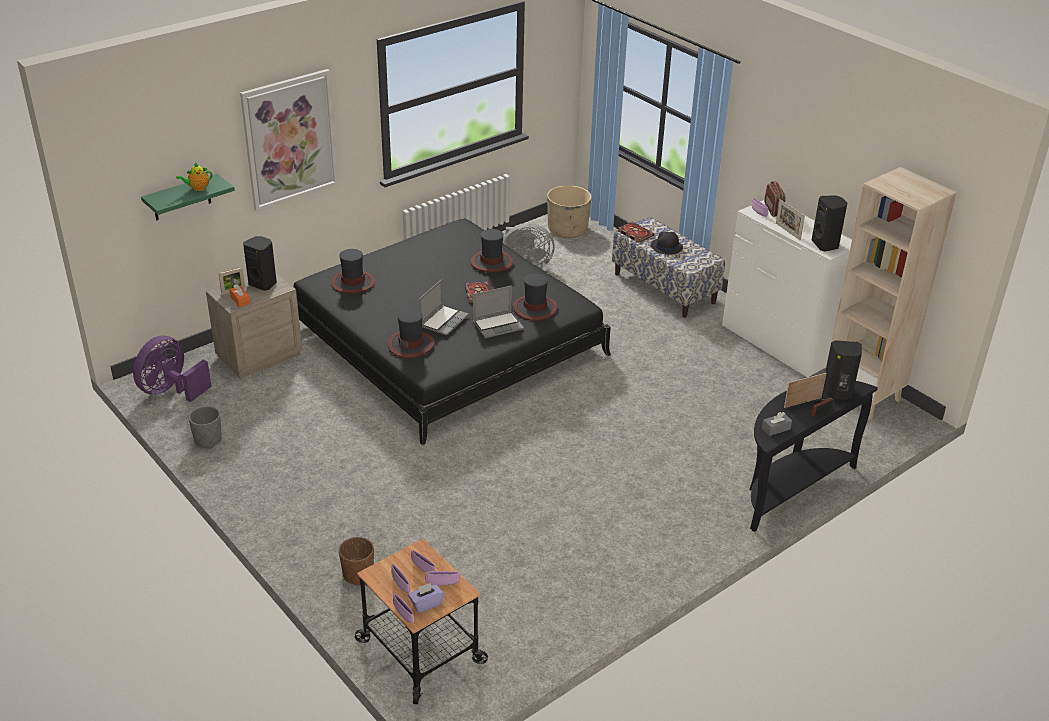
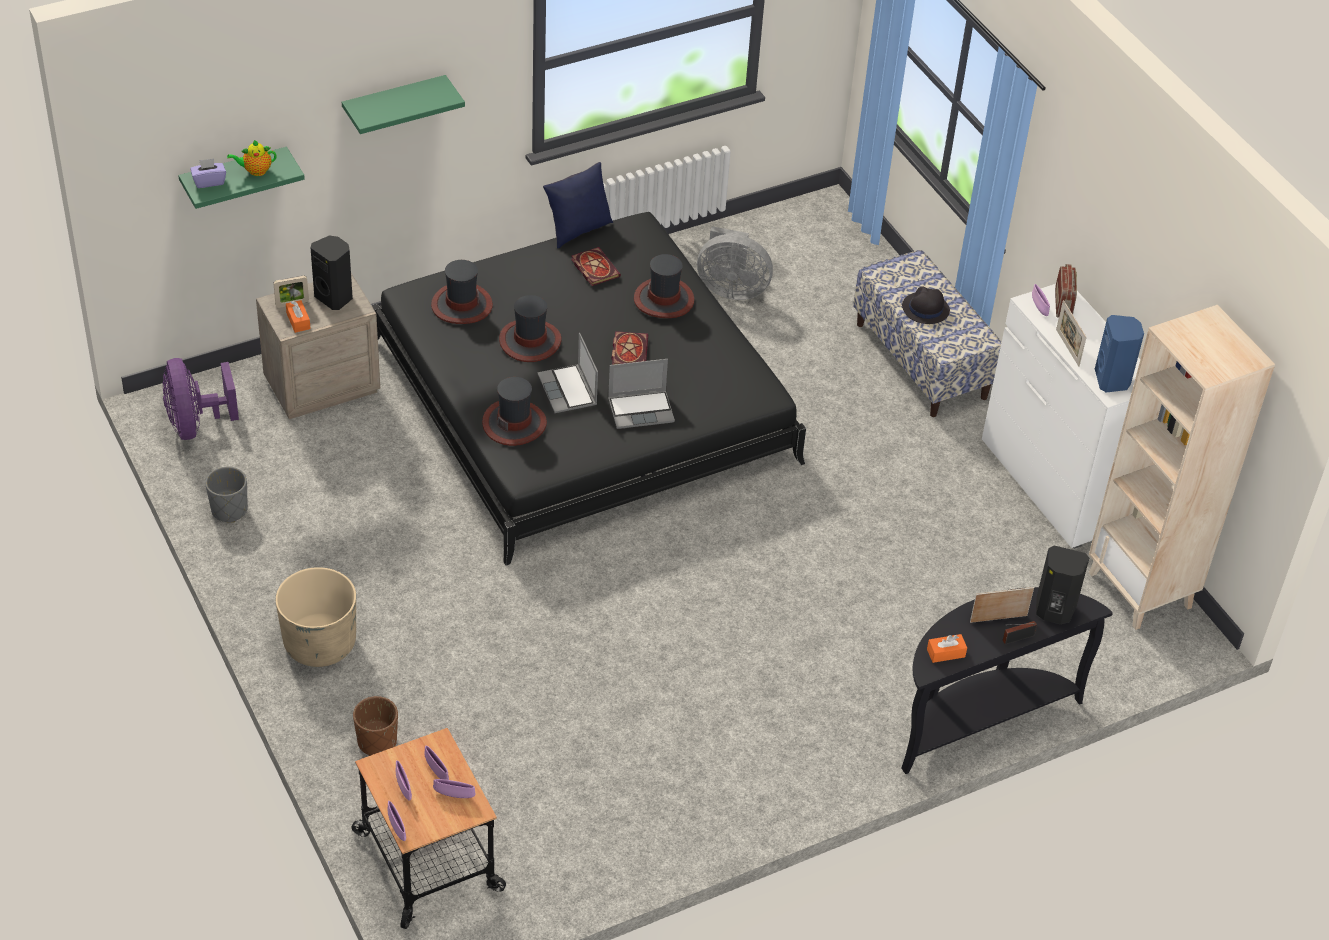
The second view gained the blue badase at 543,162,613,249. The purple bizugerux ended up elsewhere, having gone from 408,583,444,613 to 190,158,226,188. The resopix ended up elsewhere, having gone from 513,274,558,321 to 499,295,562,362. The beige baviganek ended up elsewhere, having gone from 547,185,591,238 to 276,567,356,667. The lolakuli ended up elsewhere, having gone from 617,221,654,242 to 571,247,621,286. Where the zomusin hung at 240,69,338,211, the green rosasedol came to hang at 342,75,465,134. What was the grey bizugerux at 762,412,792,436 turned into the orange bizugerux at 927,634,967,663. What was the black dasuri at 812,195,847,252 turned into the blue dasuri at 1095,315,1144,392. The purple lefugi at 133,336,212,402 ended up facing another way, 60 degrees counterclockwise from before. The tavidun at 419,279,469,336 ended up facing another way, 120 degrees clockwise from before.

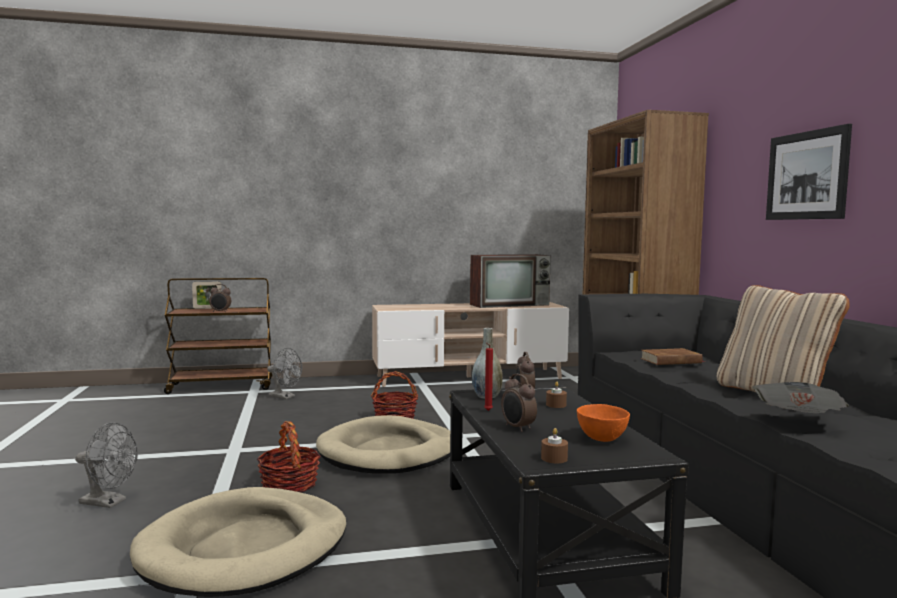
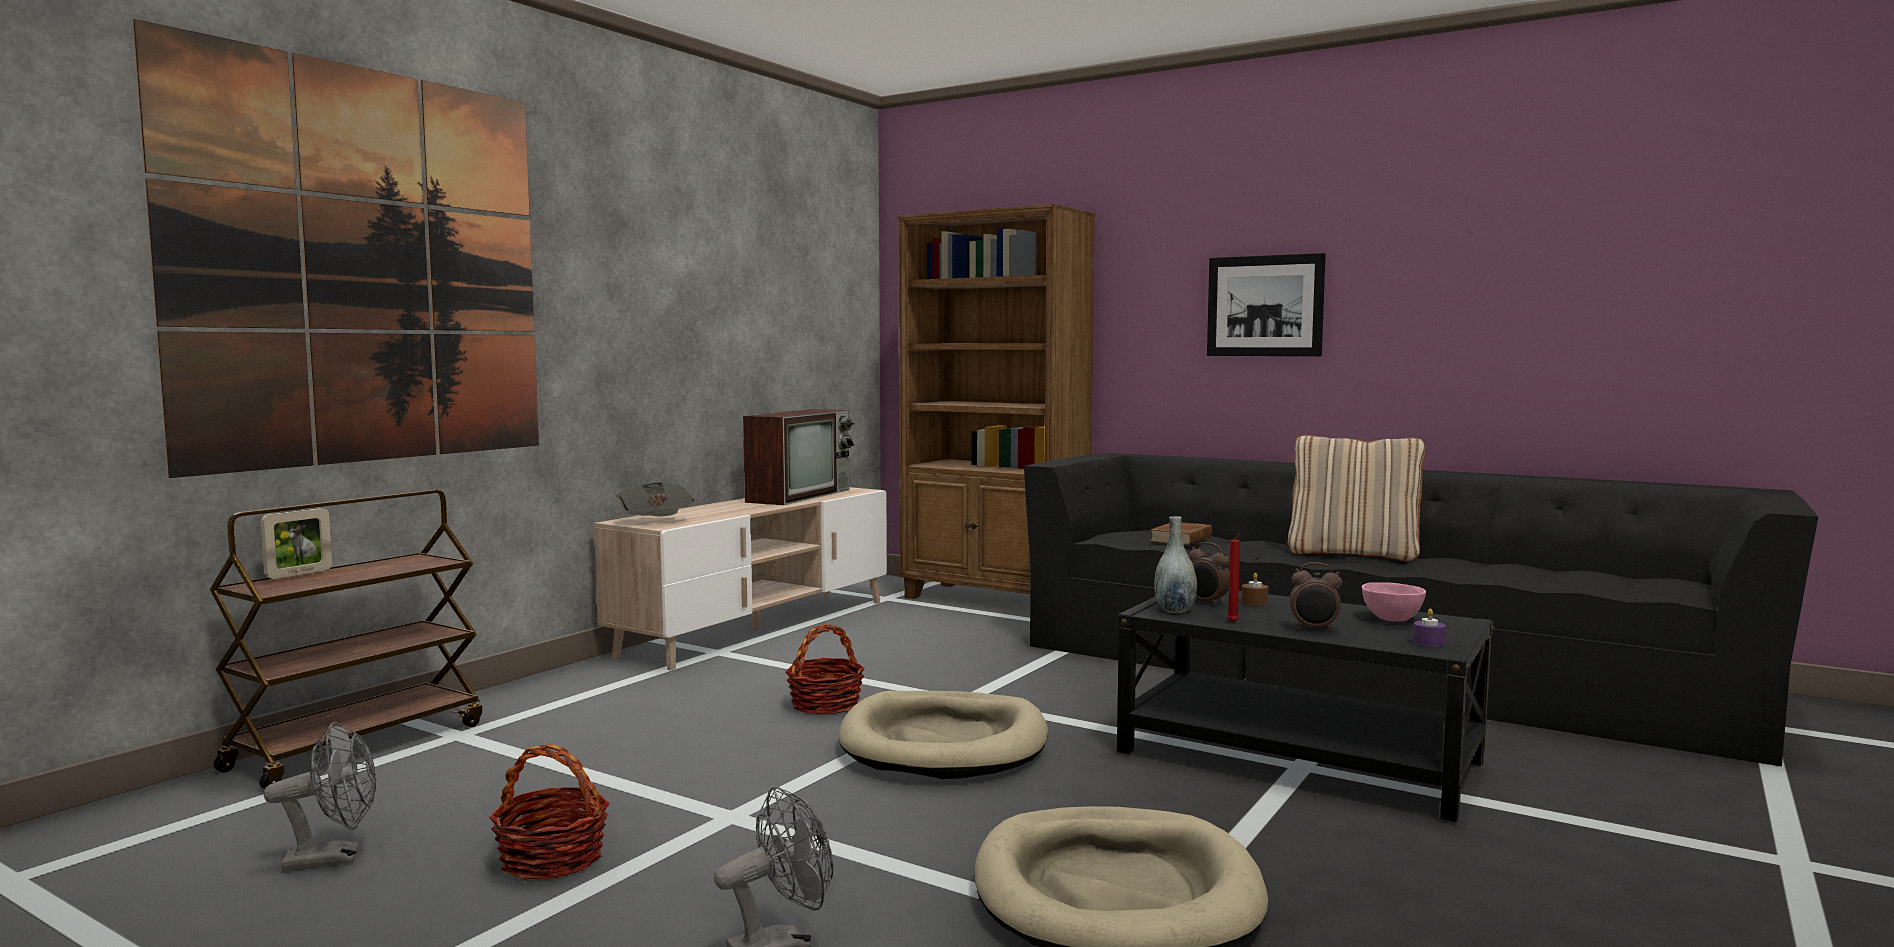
The second view lost the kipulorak at 209,284,231,312. The second view gained the zomusin at 133,19,539,478. The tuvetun ended up elsewhere, having gone from 257,421,321,492 to 489,744,610,880. The grey lefugi ended up elsewhere, having gone from 267,348,302,399 to 263,722,376,871. The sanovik ended up elsewhere, having gone from 752,382,849,413 to 616,482,694,516. What was the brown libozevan at 541,428,568,464 turned into the purple libozevan at 1413,608,1446,647. What was the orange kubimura at 577,404,630,442 turned into the pink kubimura at 1362,582,1426,622.

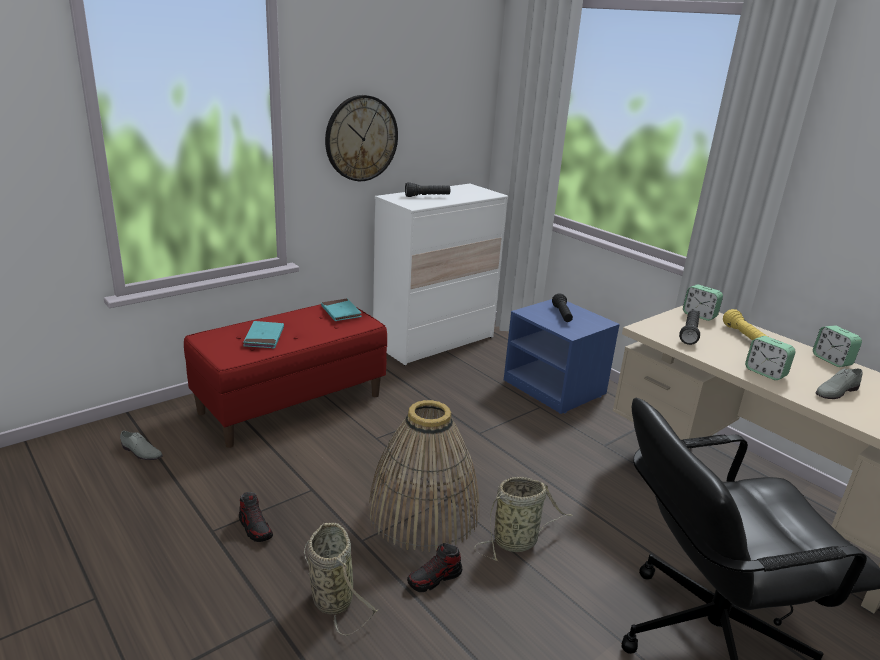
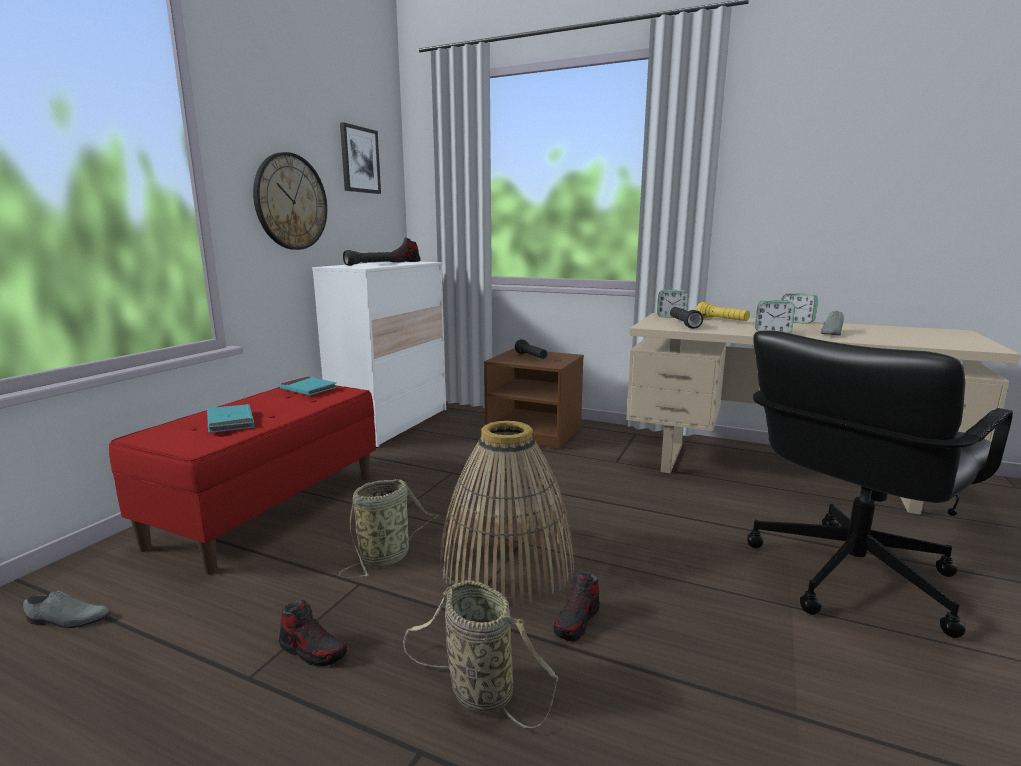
The second view gained the zomusin at 340,122,381,194. The second view gained the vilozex at 389,237,421,263. The tuvetun ended up elsewhere, having gone from 474,477,573,561 to 339,479,439,578. What was the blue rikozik at 504,299,620,414 turned into the brown rikozik at 484,349,584,449.

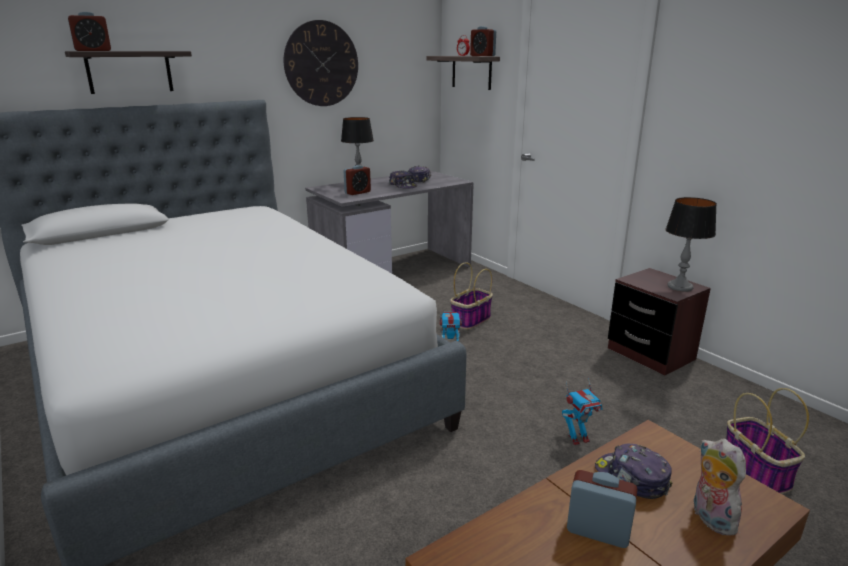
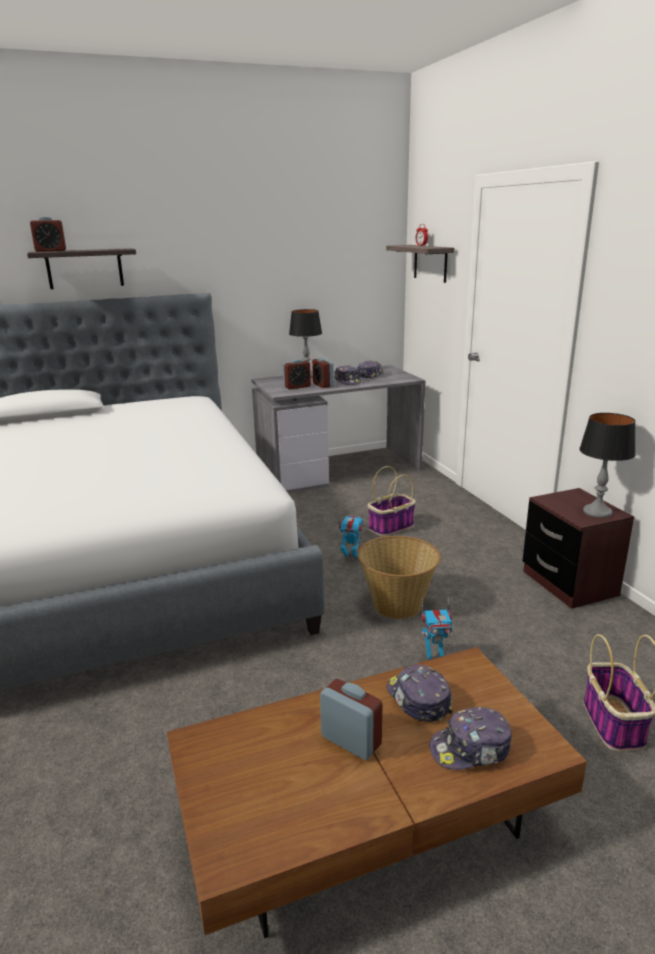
The second view lost the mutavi at 284,20,358,106. The second view gained the tuvetun at 358,536,441,619. The kipulorak ended up elsewhere, having gone from 470,26,496,56 to 312,358,334,388. Where the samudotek stood at 692,438,746,536, the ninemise came to stand at 429,707,512,770.

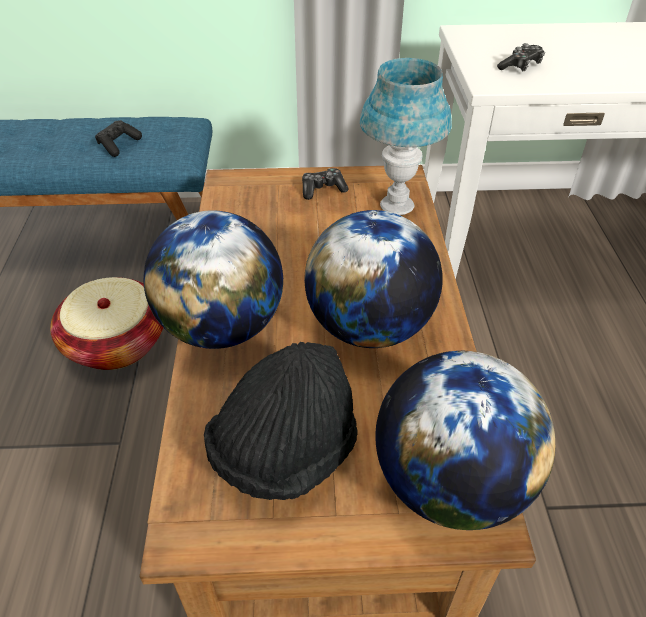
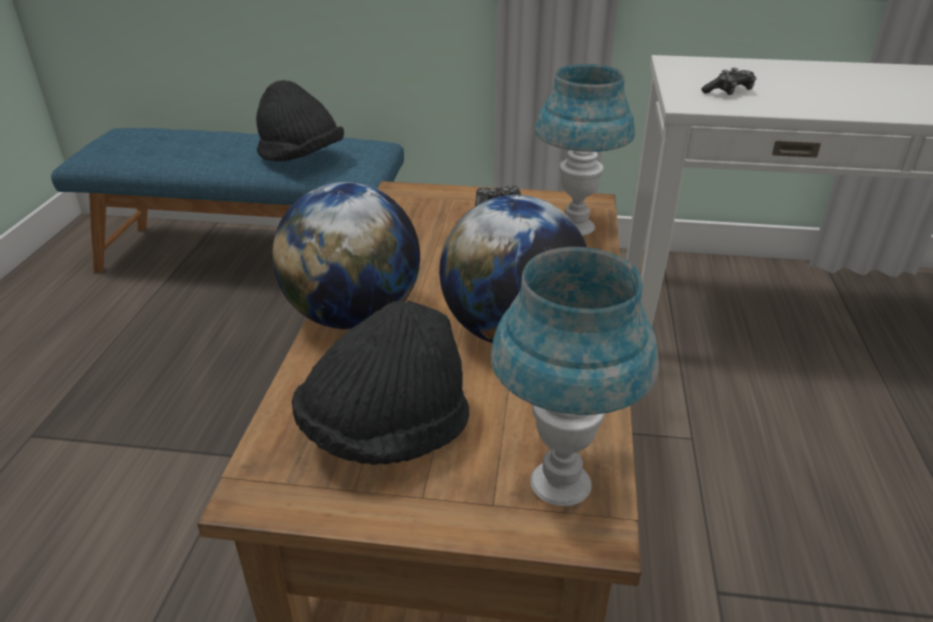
The second view lost the tuvetun at 50,277,163,370. Where the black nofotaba stood at 95,120,142,157, the black resopix came to stand at 256,80,344,161. Where the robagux stood at 375,351,555,530, the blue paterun came to stand at 490,247,659,506.

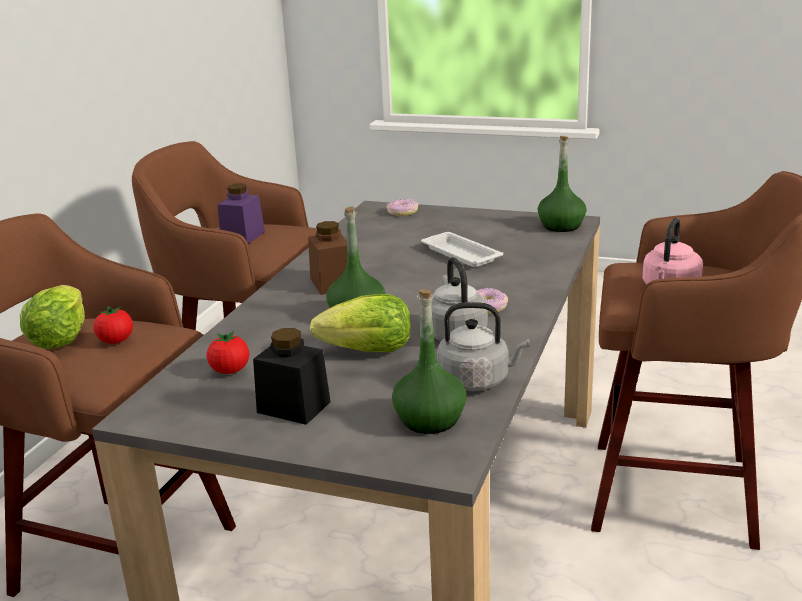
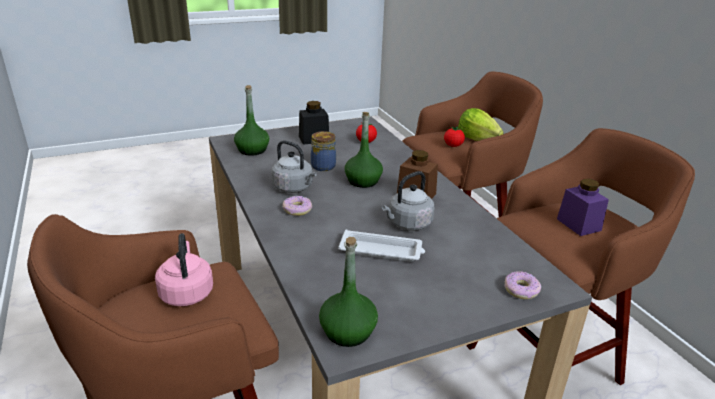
The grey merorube ended up elsewhere, having gone from 437,302,530,391 to 382,171,434,231. Where the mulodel stood at 310,294,411,352, the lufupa came to stand at 311,131,336,171.

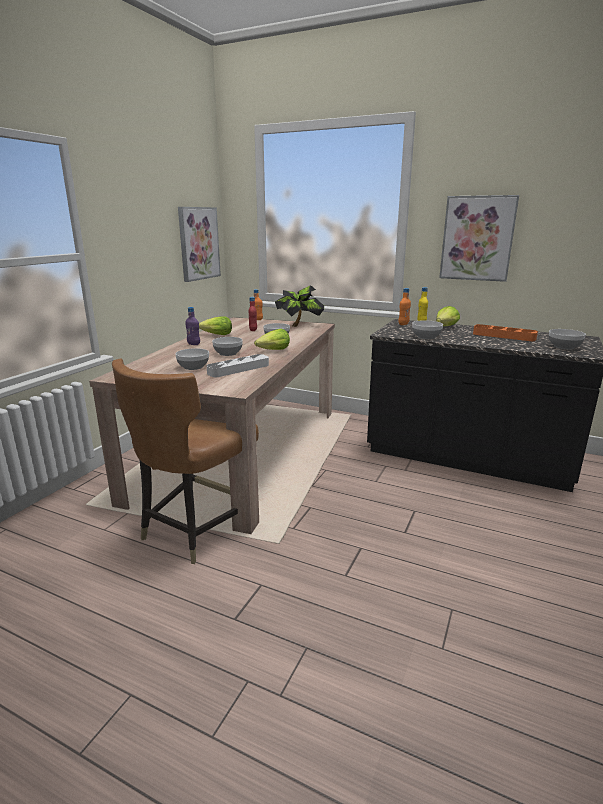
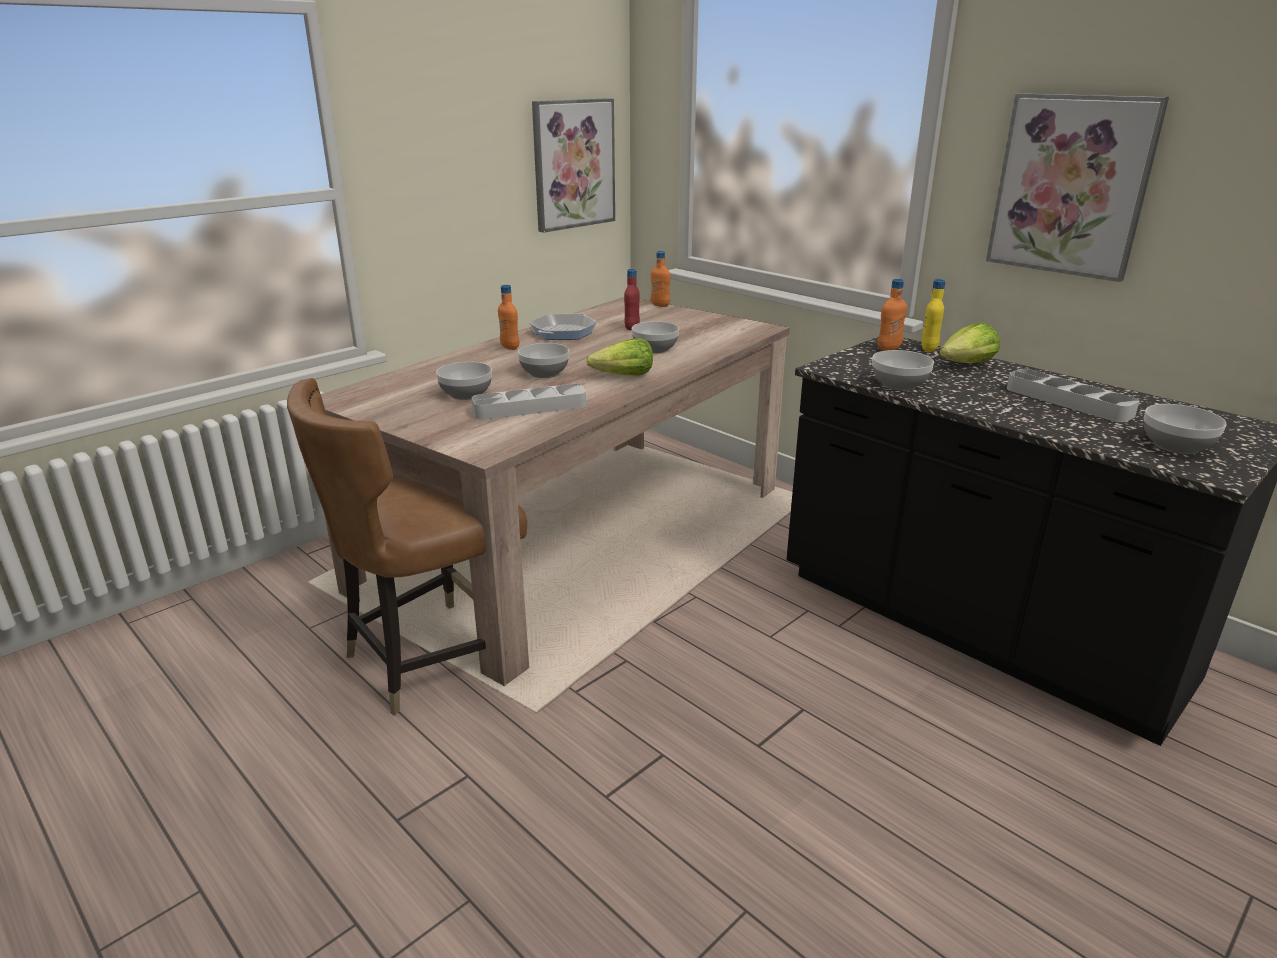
The second view lost the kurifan at 275,285,324,327. Where the mulodel stood at 199,316,232,335, the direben came to stand at 529,313,597,340. What was the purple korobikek at 185,307,200,345 turned into the orange korobikek at 498,285,519,350. What was the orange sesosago at 473,324,538,341 turned into the grey sesosago at 1007,369,1139,422.

